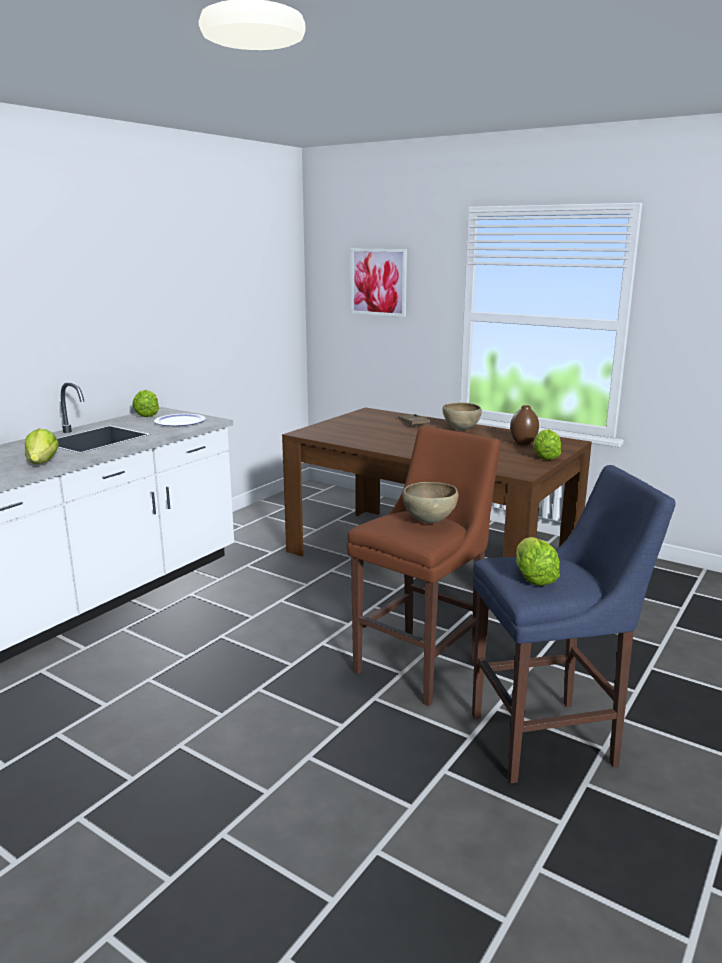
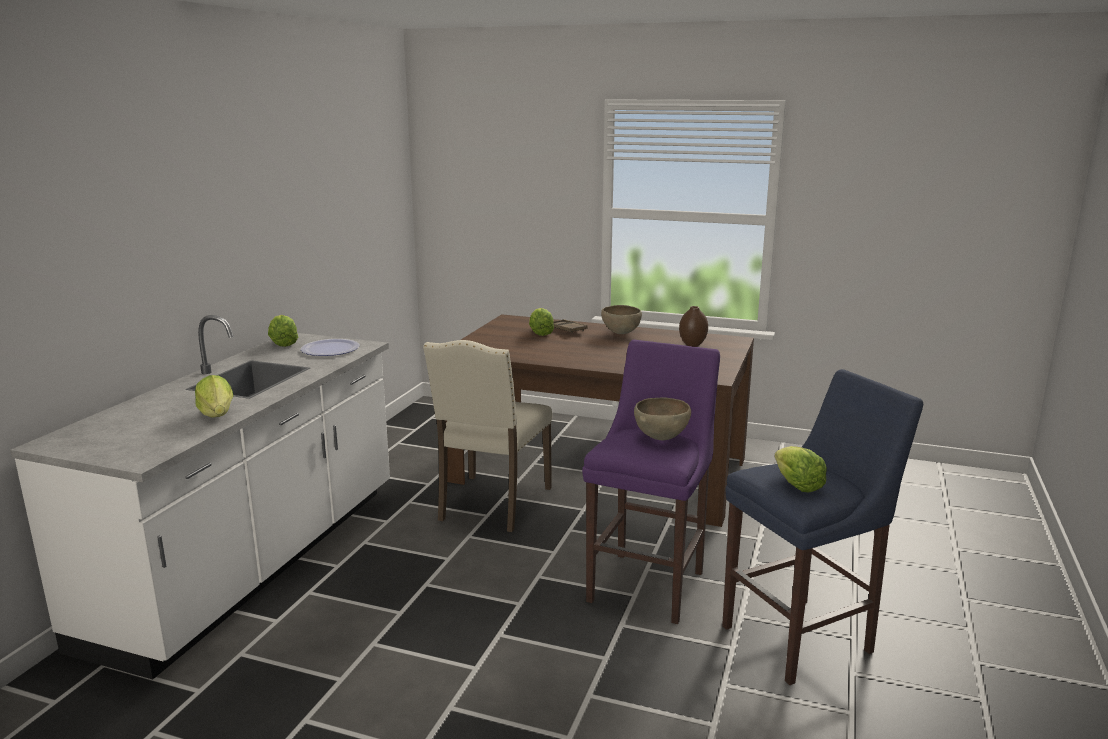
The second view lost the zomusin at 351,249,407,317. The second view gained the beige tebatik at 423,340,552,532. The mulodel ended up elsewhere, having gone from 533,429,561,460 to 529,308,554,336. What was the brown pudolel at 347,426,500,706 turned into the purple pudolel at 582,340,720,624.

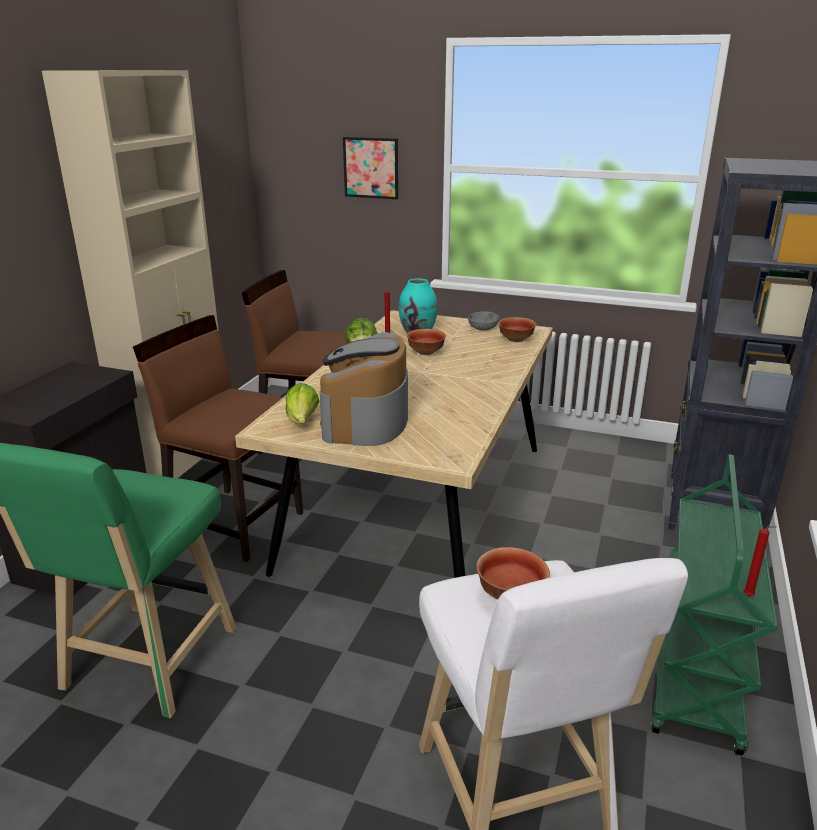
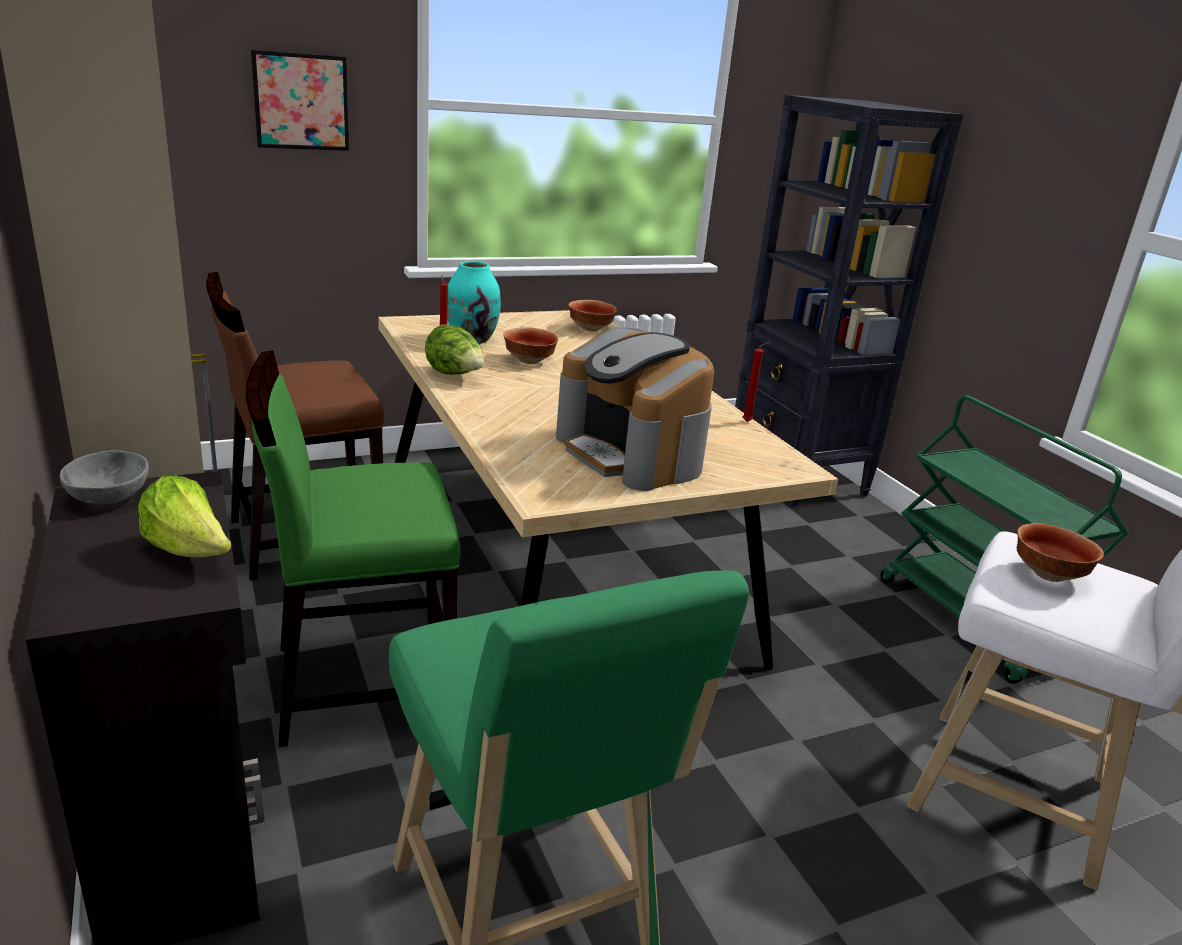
The mulodel ended up elsewhere, having gone from 285,383,320,424 to 138,475,231,558. The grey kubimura ended up elsewhere, having gone from 468,312,500,330 to 60,450,149,504. The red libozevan ended up elsewhere, having gone from 744,526,777,596 to 743,342,769,422. What was the brown tebatik at 133,315,303,562 turned into the green tebatik at 246,350,461,747.

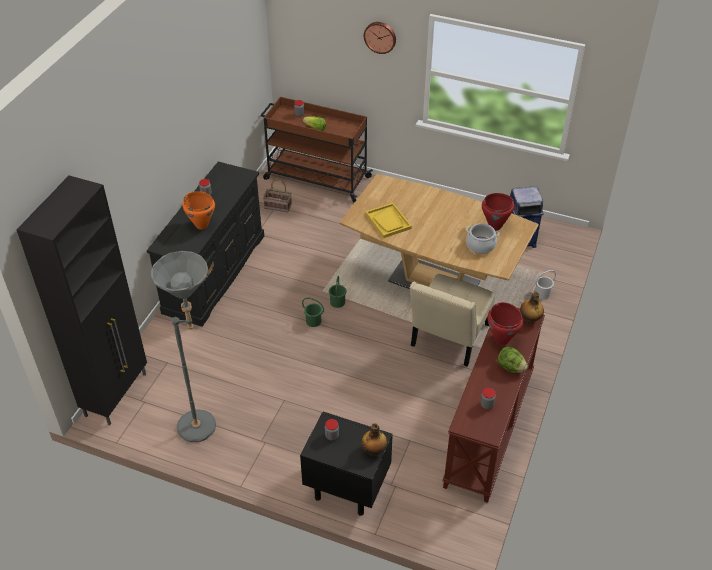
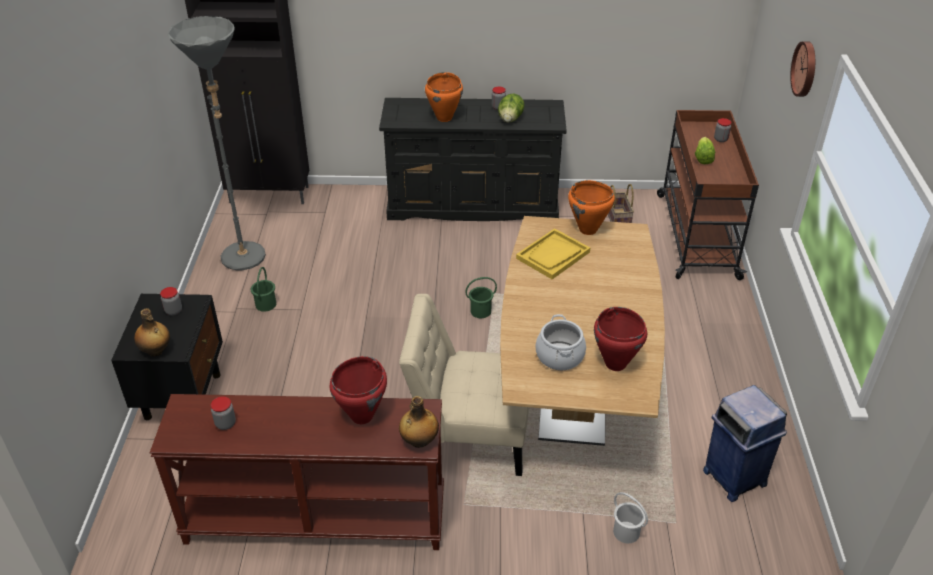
The second view gained the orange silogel at 568,180,615,235. The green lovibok ended up elsewhere, having gone from 302,298,324,327 to 251,267,276,312. The mulodel ended up elsewhere, having gone from 498,347,528,373 to 498,93,525,122.

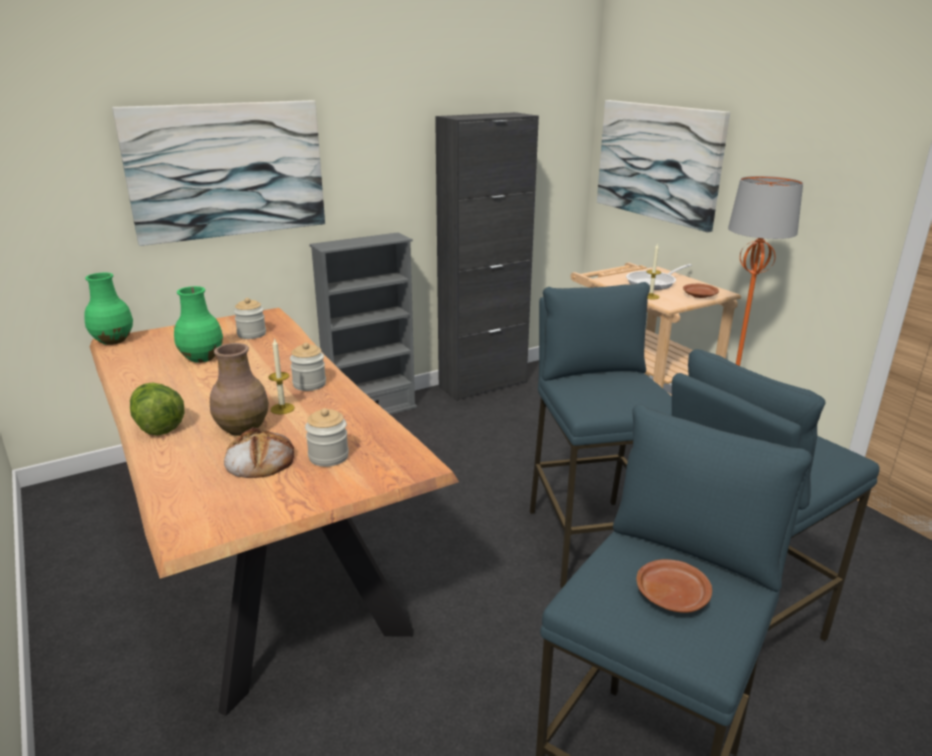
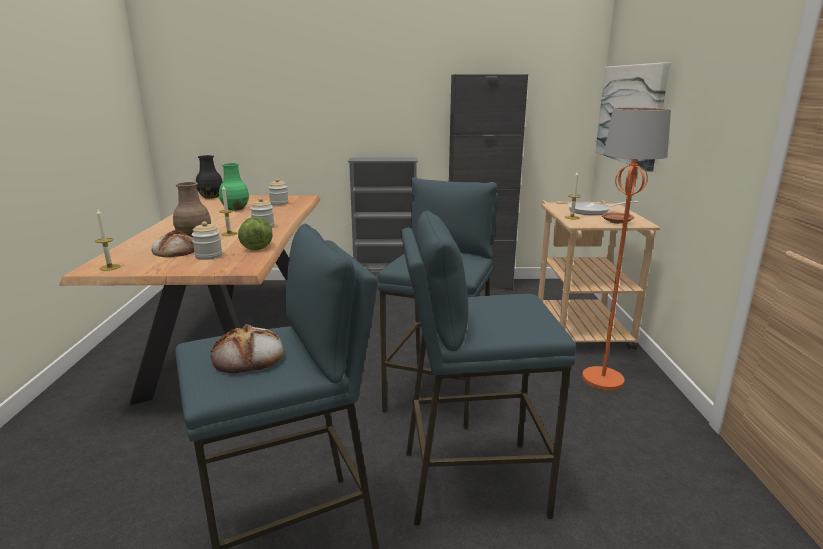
The second view lost the zomusin at 112,100,325,246. The second view gained the libozevan at 95,210,120,271. The mulodel ended up elsewhere, having gone from 130,382,184,436 to 238,217,272,250. Where the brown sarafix stood at 637,559,712,613, the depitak came to stand at 210,324,283,373. What was the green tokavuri at 84,273,133,345 turned into the black tokavuri at 196,155,223,198.

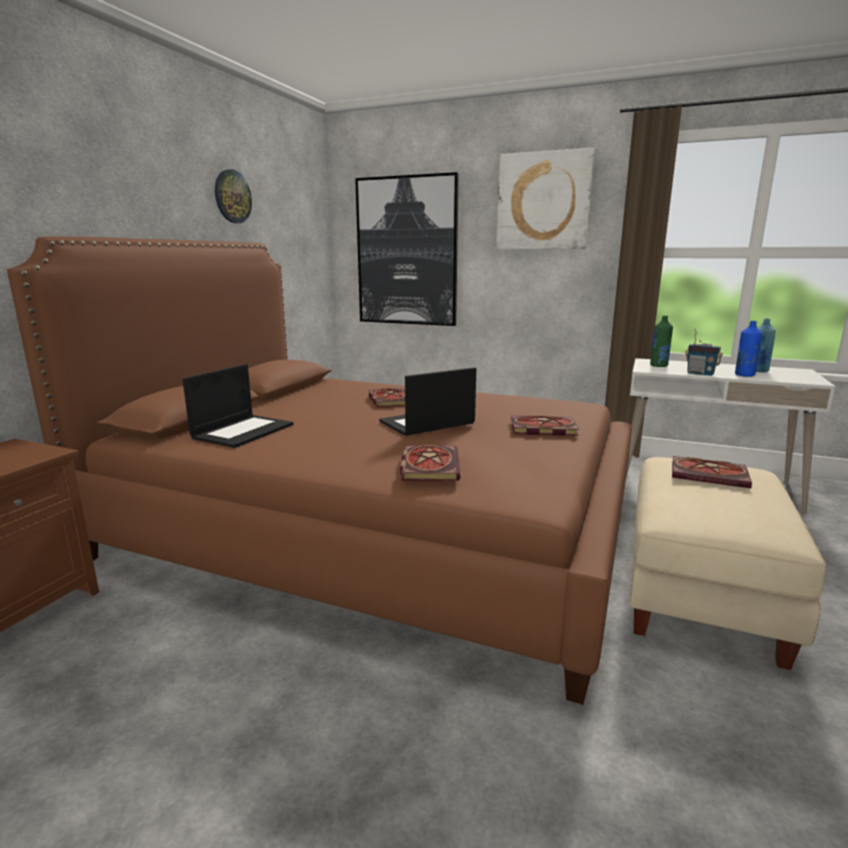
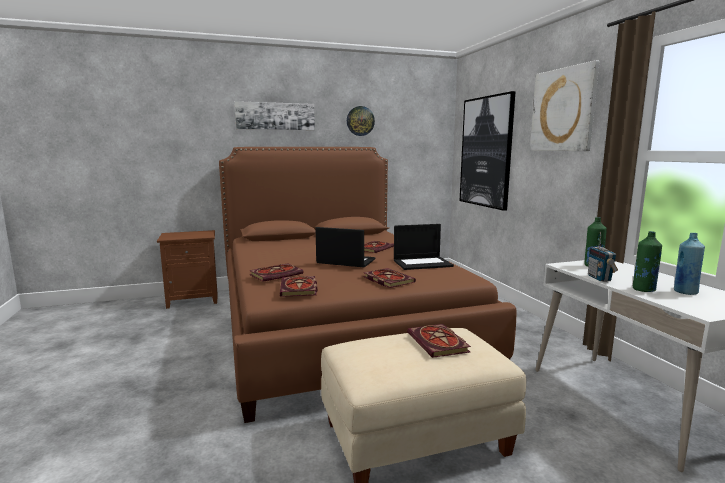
The second view gained the zomusin at 235,101,315,130. The second view gained the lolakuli at 280,276,318,297. The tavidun ended up elsewhere, having gone from 182,364,294,448 to 394,224,454,270. What was the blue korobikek at 735,321,762,377 turned into the green korobikek at 633,231,662,292.

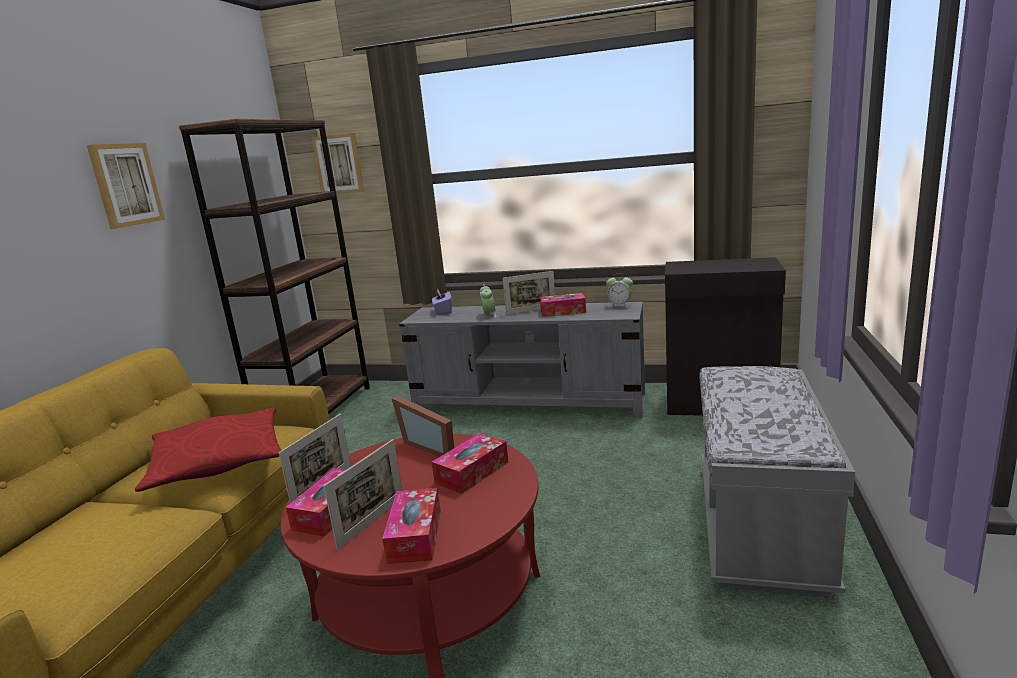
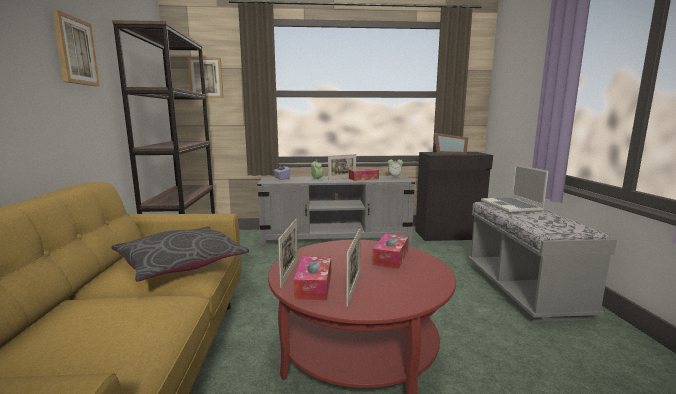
The second view lost the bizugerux at 382,488,441,564. The second view gained the tavidun at 481,164,548,213. The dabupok ended up elsewhere, having gone from 392,395,454,457 to 434,133,468,154. What was the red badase at 135,407,281,492 turned into the grey badase at 111,226,249,281.

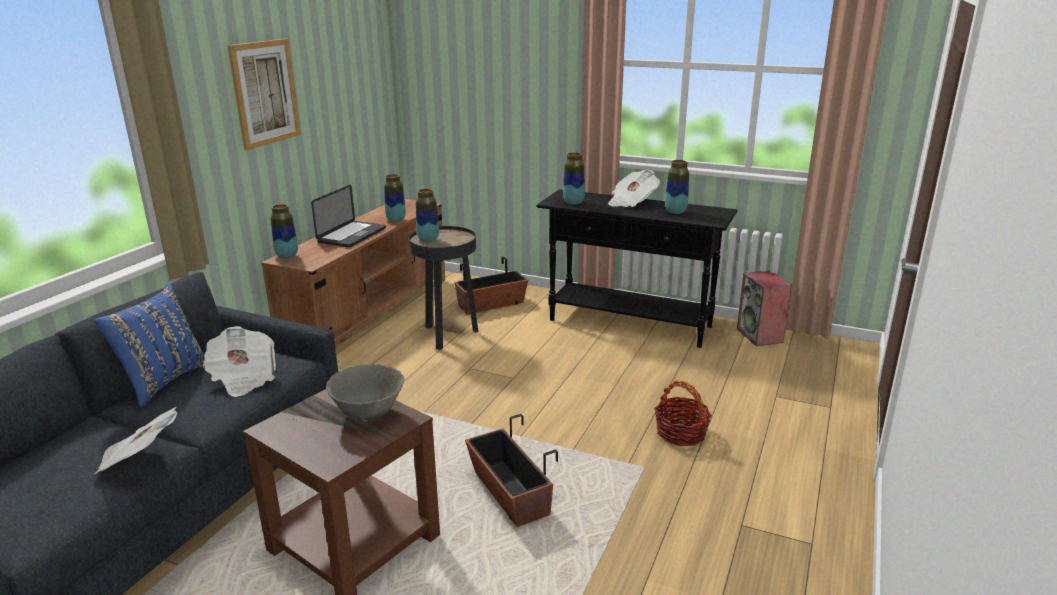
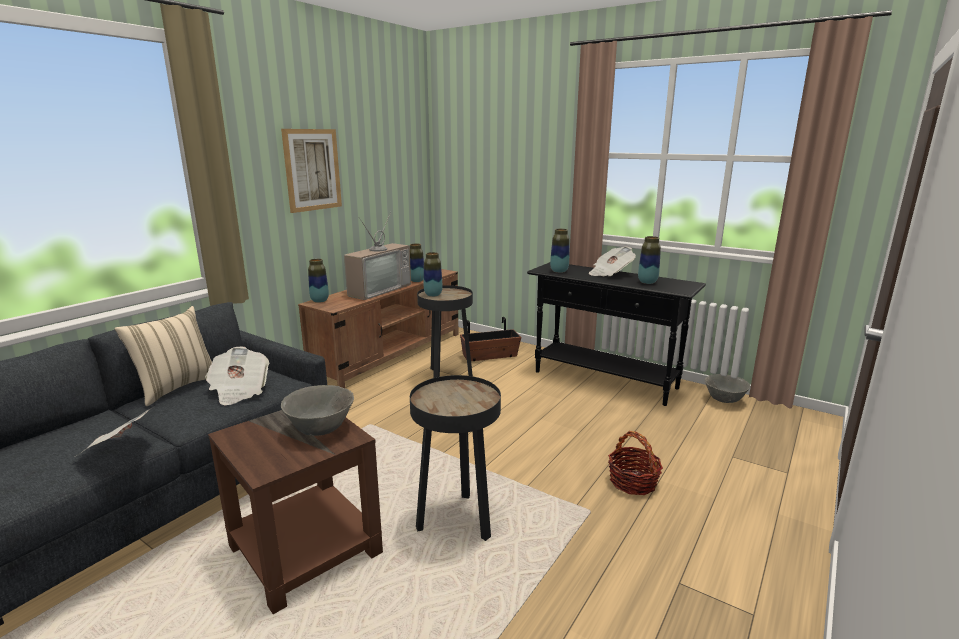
Where the tavidun stood at 311,185,386,247, the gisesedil came to stand at 344,212,411,300. Where the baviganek stood at 465,414,558,527, the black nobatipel came to stand at 410,375,501,541. Where the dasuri stood at 737,270,792,346, the grey kubimura came to stand at 705,374,750,403. What was the blue badase at 94,283,205,407 turned into the beige badase at 114,306,212,406.

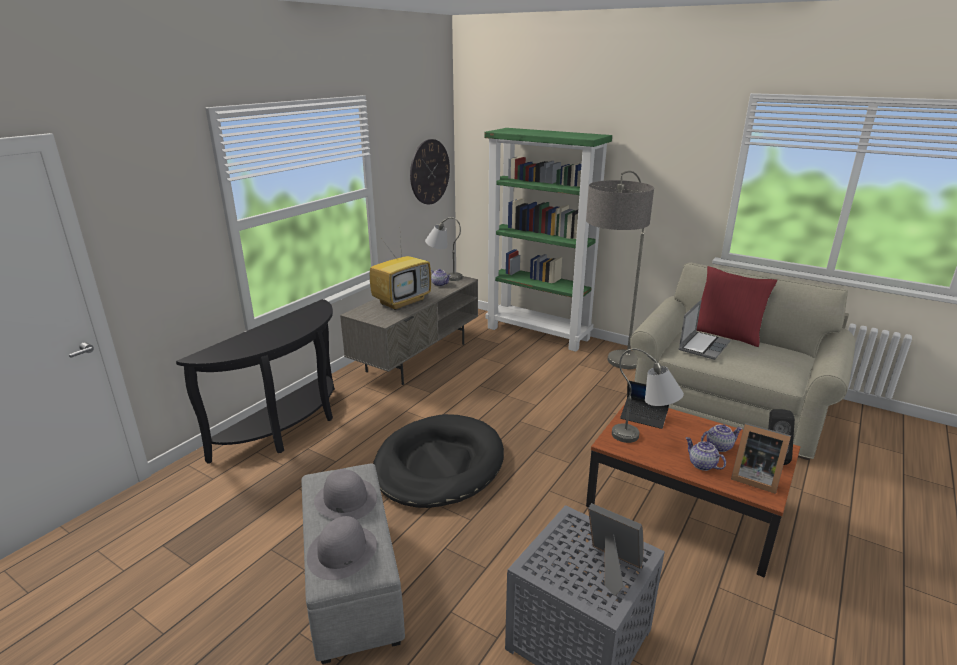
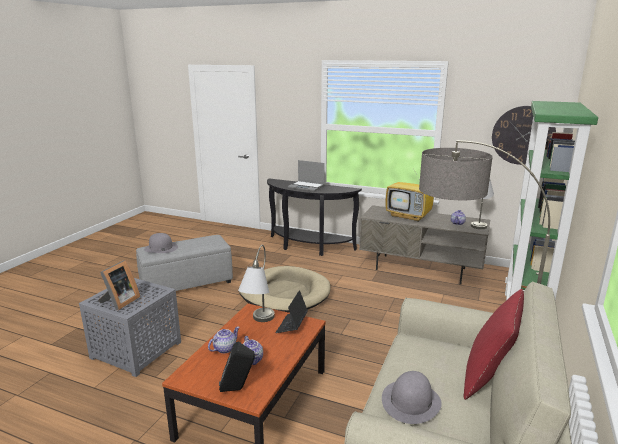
The second view lost the dabupok at 731,423,791,494. The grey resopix ended up elsewhere, having gone from 314,469,377,520 to 382,371,442,424. The tavidun ended up elsewhere, having gone from 679,300,730,360 to 288,160,325,192. What was the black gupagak at 373,414,504,508 turned into the beige gupagak at 239,266,330,313.

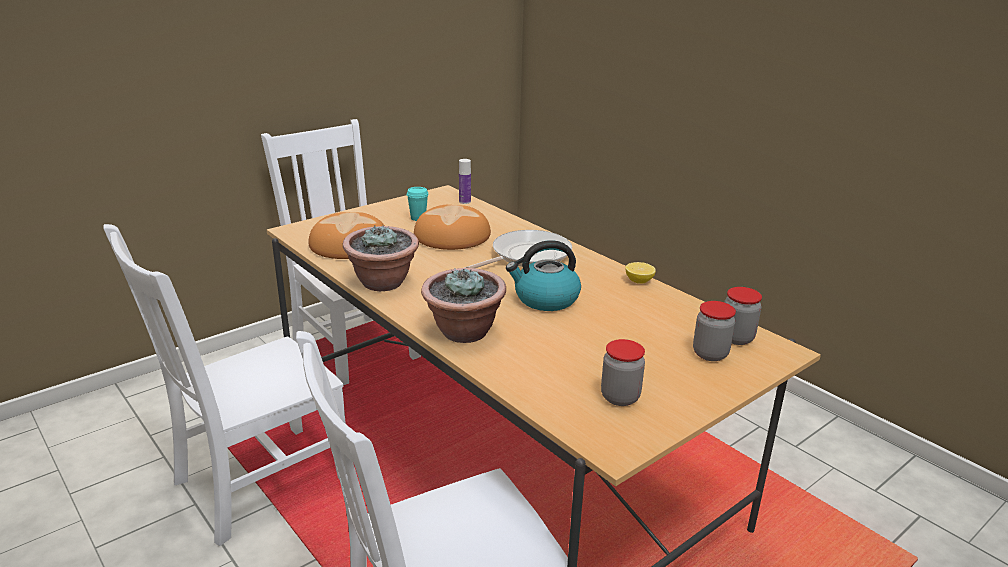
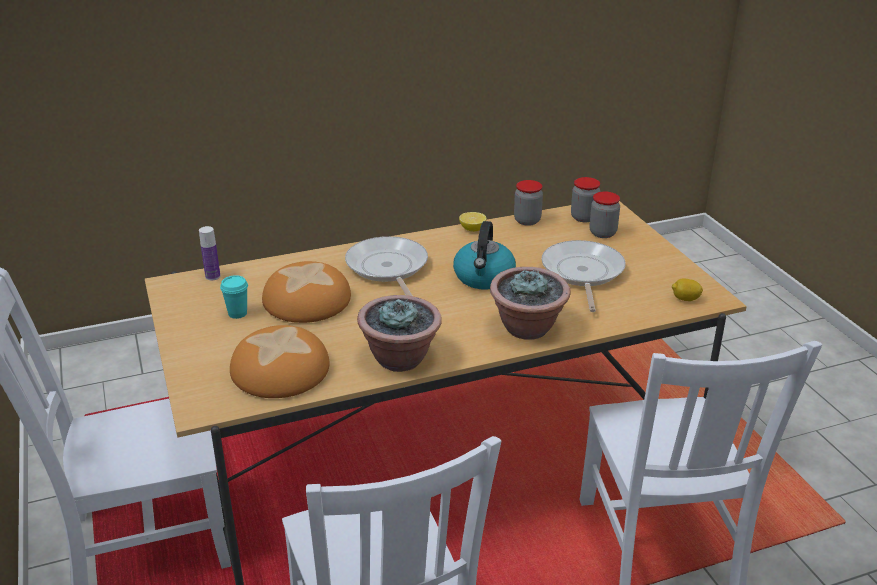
The second view gained the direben at 542,240,626,312. The second view gained the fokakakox at 672,278,703,301. The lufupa ended up elsewhere, having gone from 601,339,645,406 to 514,180,543,226.

